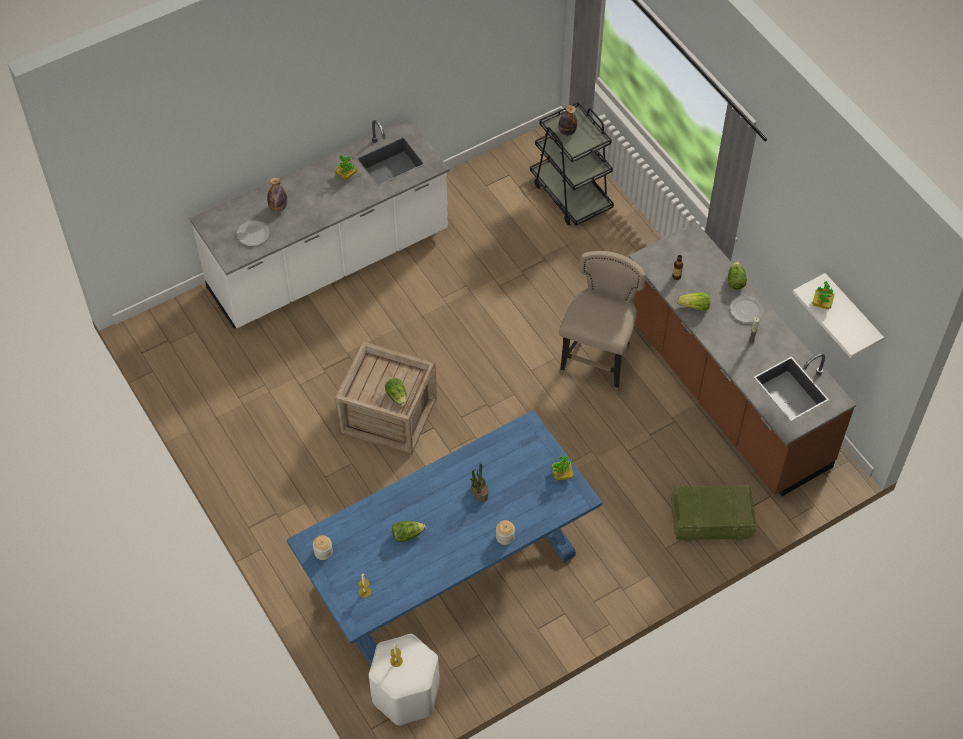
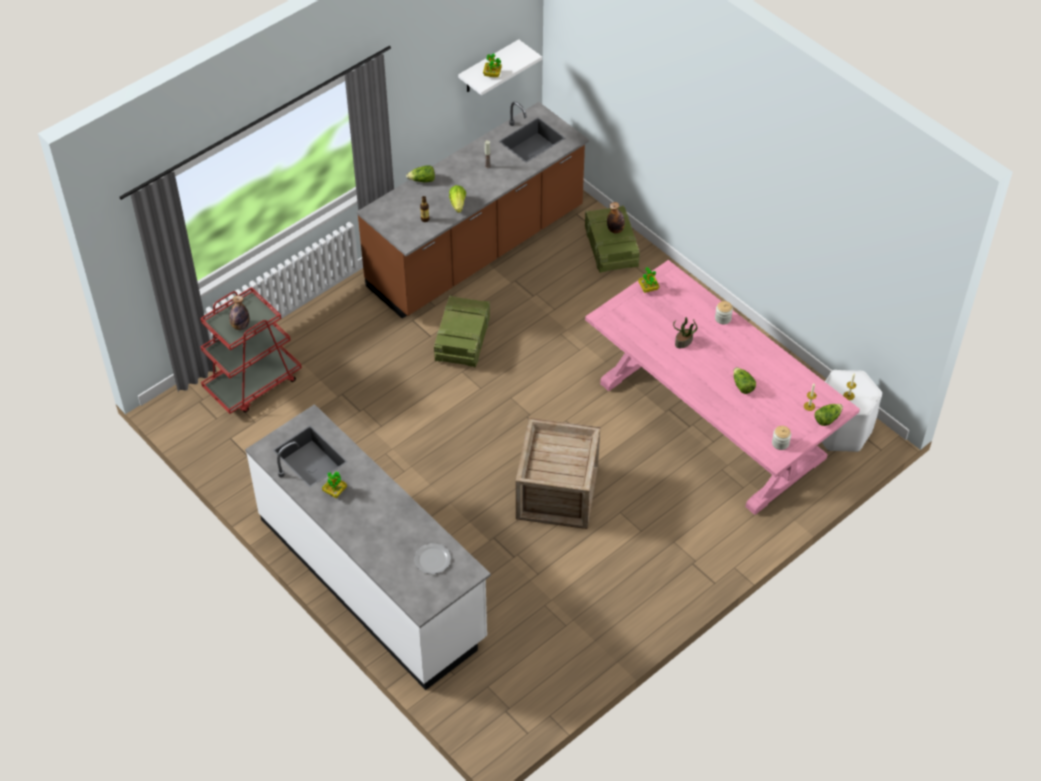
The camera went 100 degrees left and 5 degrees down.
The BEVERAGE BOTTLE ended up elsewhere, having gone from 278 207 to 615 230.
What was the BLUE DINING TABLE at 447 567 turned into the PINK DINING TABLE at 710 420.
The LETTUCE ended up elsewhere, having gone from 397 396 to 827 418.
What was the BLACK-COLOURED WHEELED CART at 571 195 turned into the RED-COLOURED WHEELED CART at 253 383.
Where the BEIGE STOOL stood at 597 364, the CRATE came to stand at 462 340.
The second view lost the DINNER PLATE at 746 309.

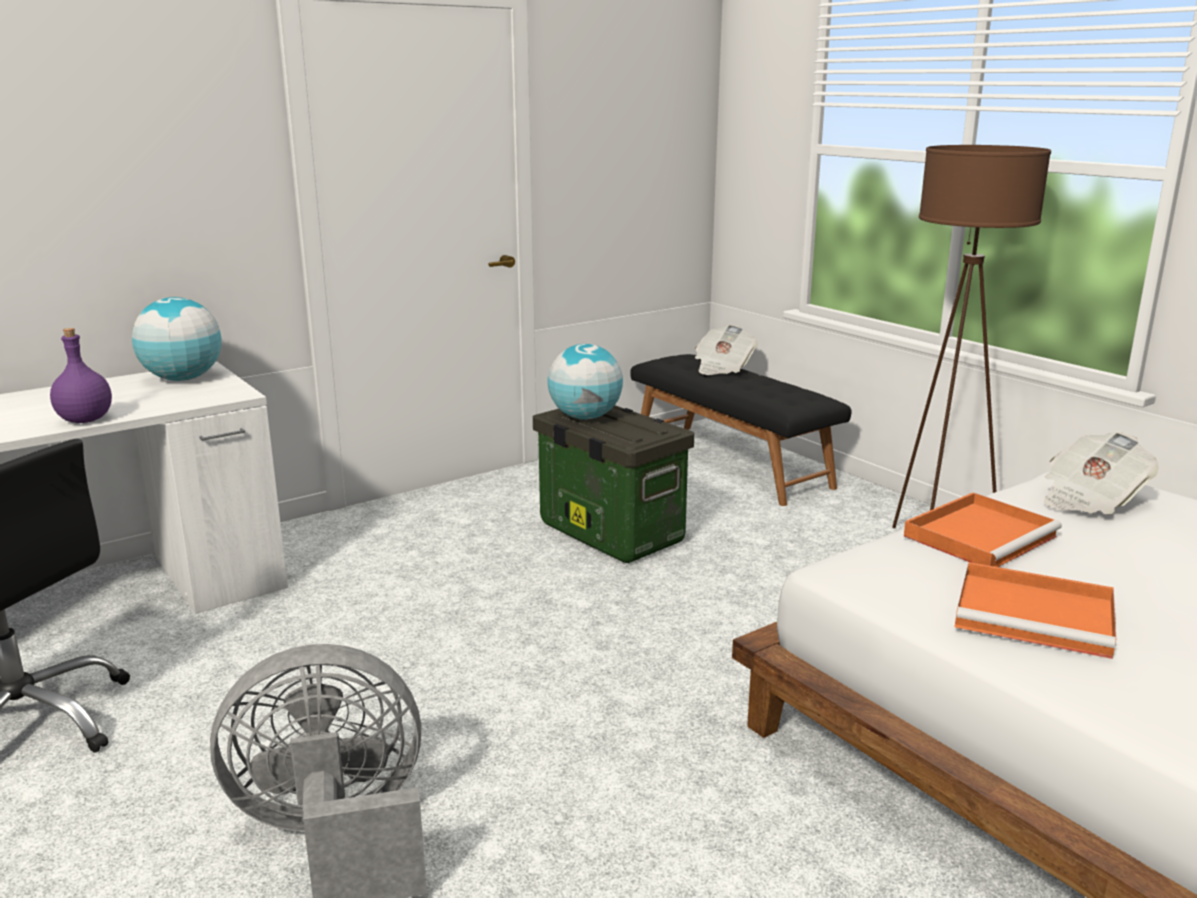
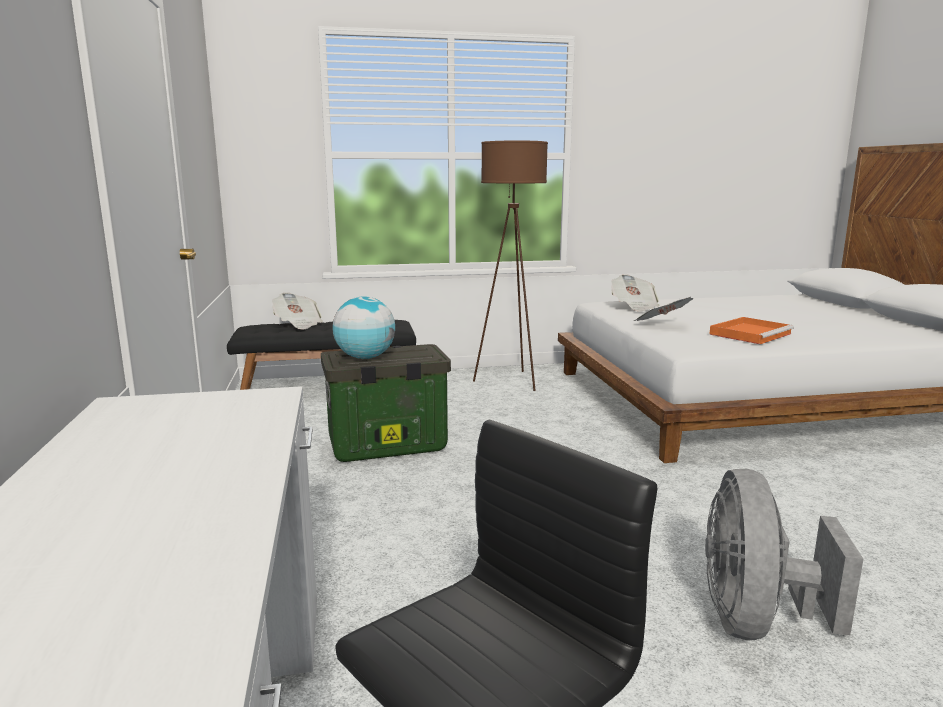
The camera went 65 degrees left and 5 degrees down.
The second view lost the PURPLE BEVERAGE BOTTLE at 84 420.
The second view lost the WORLD GLOBE at 183 379.
Where the ORANGE TRAY stood at 981 535, the NEWSPAPER came to stand at 661 325.

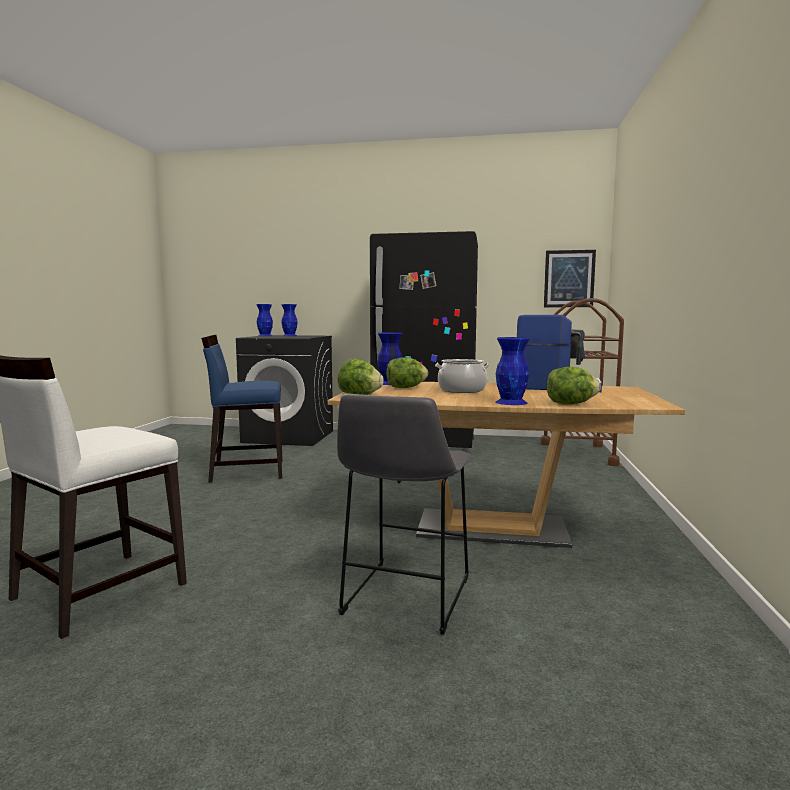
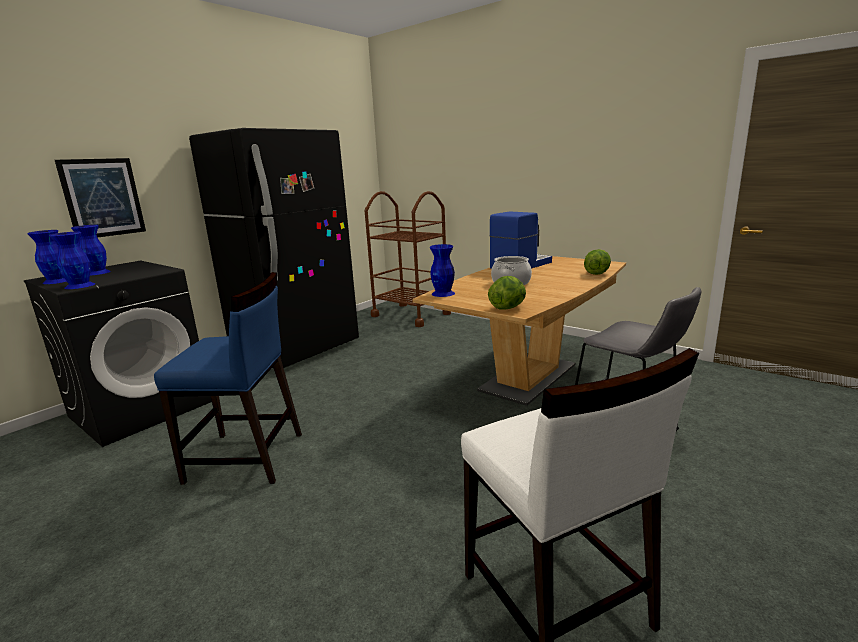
The camera went 60 degrees left and 10 degrees up.
The BLUE UPRIGHT CHAIR at 246 471 ended up facing another way, 105 degrees counterclockwise from before.
The second view lost the LETTUCE at 405 388.
The BLUE DECORATIVE VASE ended up elsewhere, having gone from 512 402 to 80 285.
The WALL PICTURE ended up elsewhere, having gone from 569 279 to 102 198.

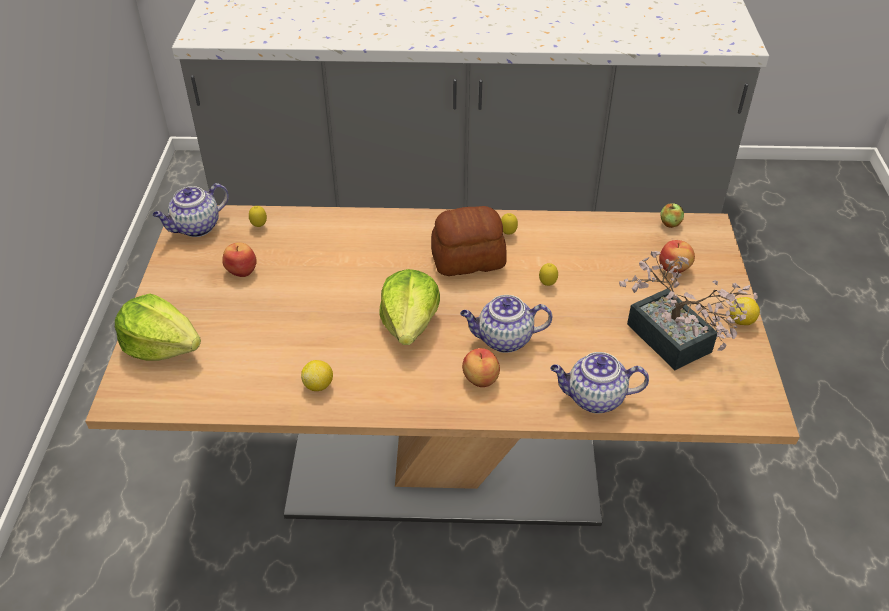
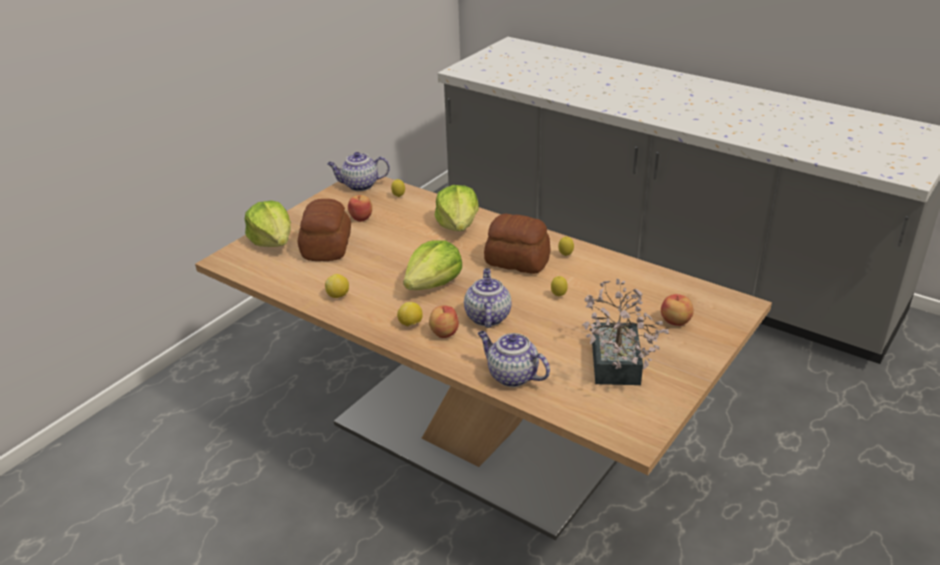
The camera went 35 degrees right and 10 degrees down.
The TEA POT at 503 340 ended up facing another way, 60 degrees clockwise from before.
The second view lost the APPLE at 670 223.
The CITRUS FRUIT ended up elsewhere, having gone from 741 321 to 410 324.
The second view gained the BAKERY BREAD at 327 246.
The second view gained the LETTUCE at 458 225.

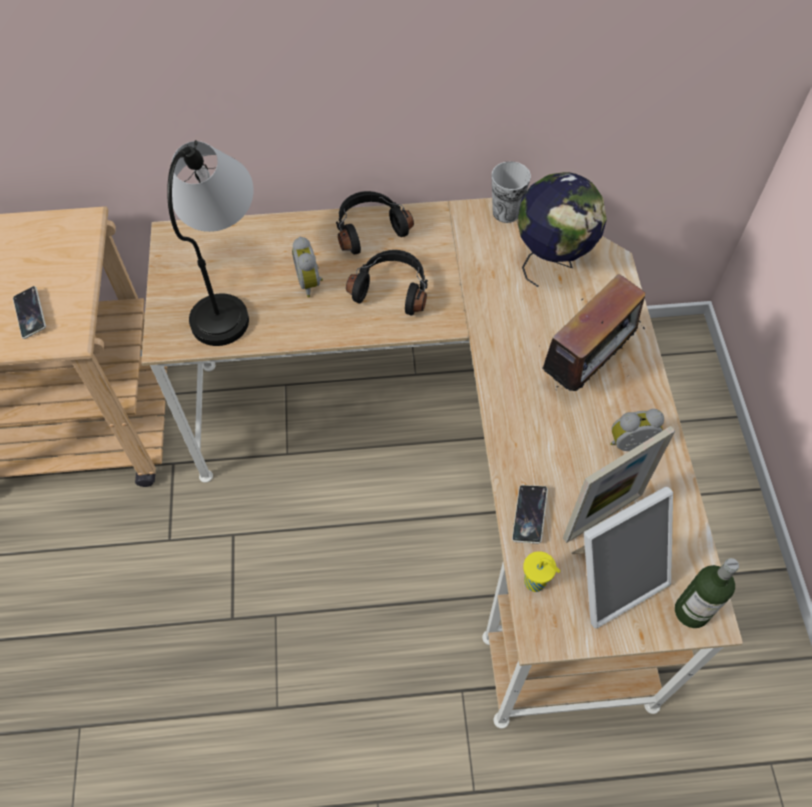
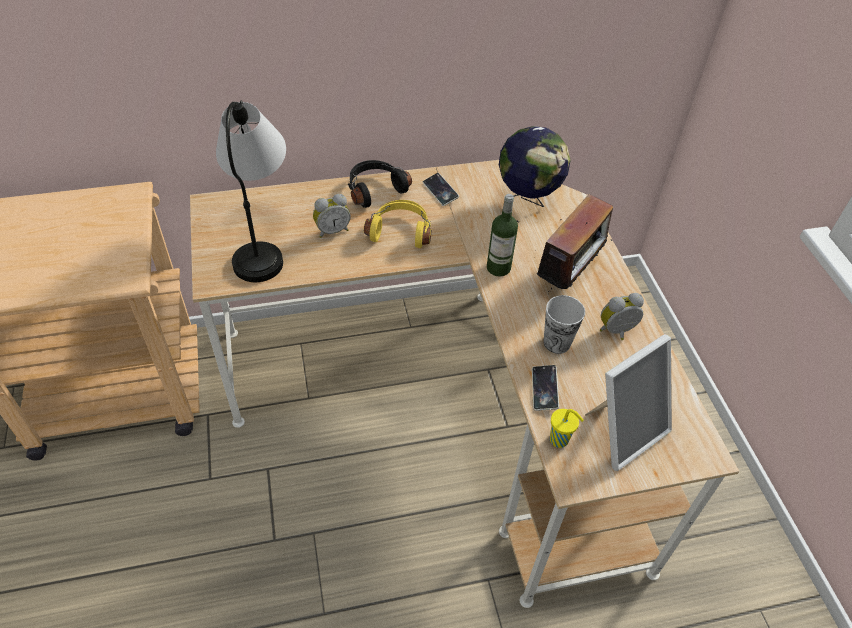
The camera went 10 degrees left and 10 degrees down.
The PHONE ended up elsewhere, having gone from 30 314 to 440 191.
The BEDSIDE CLOCK at 311 282 ended up facing another way, 90 degrees counterclockwise from before.
What was the BLACK-COLOURED HEADPHONES at 392 289 turned into the YELLOW HEADPHONES at 400 231.
The CUP ended up elsewhere, having gone from 506 212 to 557 343.
The second view lost the PICTURE FRAME at 602 516.
The BEVERAGE BOTTLE ended up elsewhere, having gone from 691 611 to 498 268.

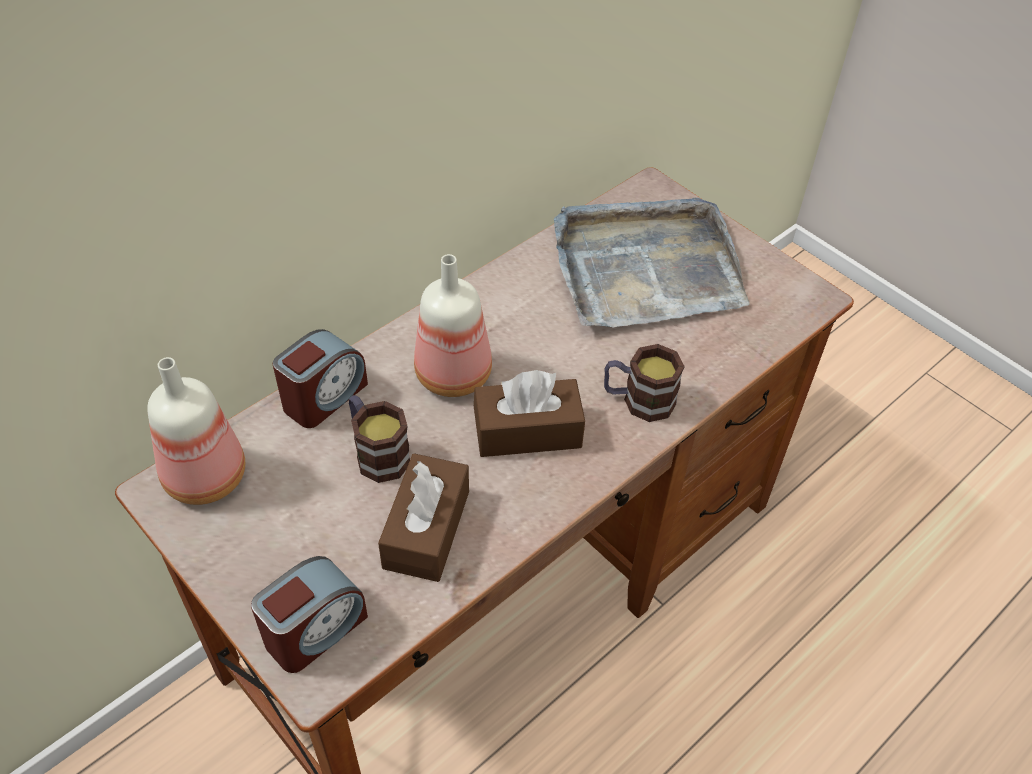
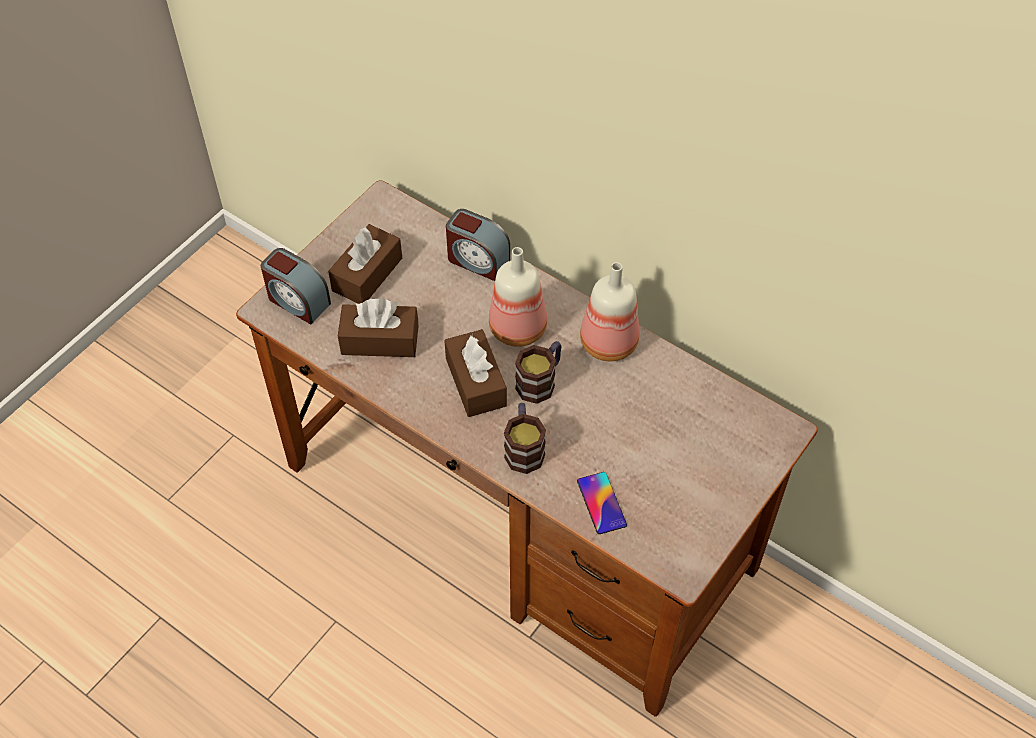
The camera went 80 degrees right and 5 degrees up.
The BEVERAGE BOTTLE ended up elsewhere, having gone from 207 479 to 607 344.
The COFFEE MUG ended up elsewhere, having gone from 377 452 to 540 381.
The second view lost the GRAY TRAY at 645 268.
The second view gained the BROWN-COLOURED TISSUE BOX at 367 274.
The second view gained the PHONE at 601 503.

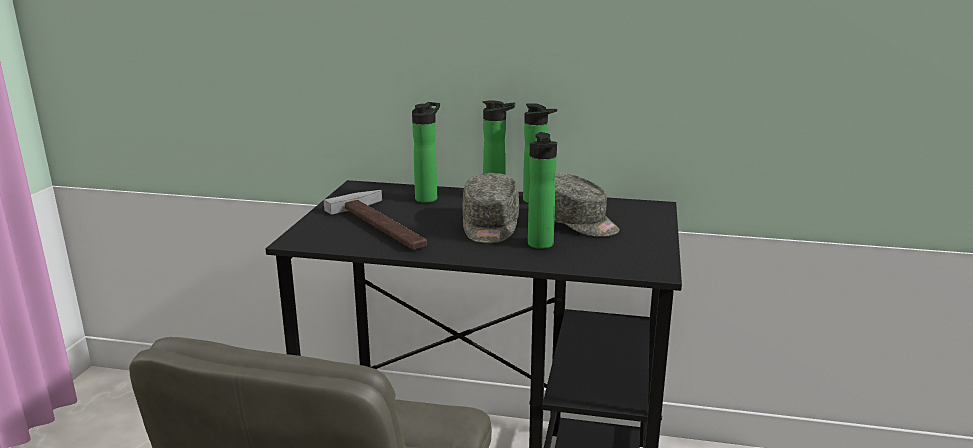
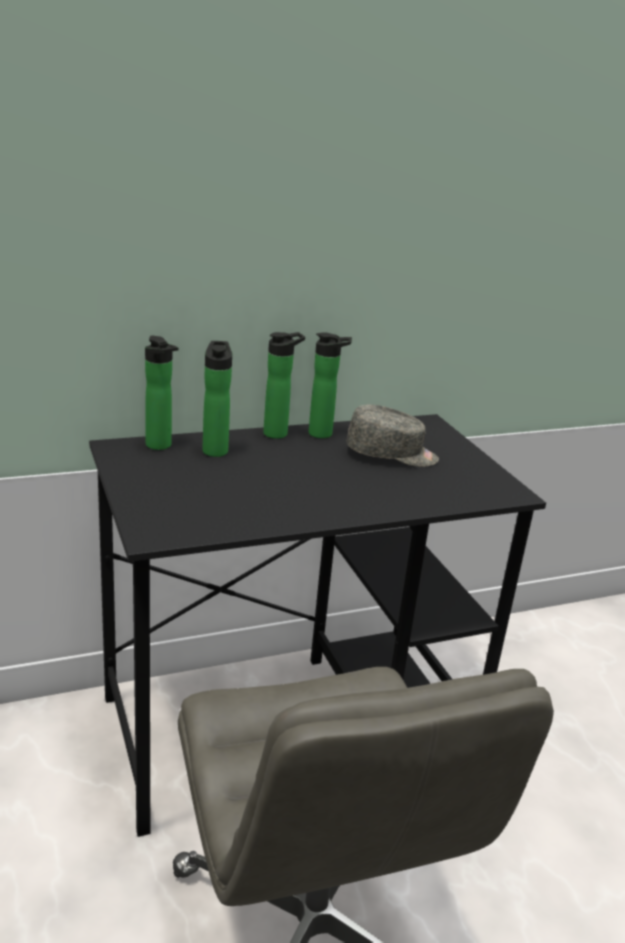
The camera went 35 degrees left and 5 degrees up.
The second view lost the HAND HAMMER at 386 225.
The second view lost the GRAY BASEBALL CAP at 490 226.
The BEVERAGE BOTTLE ended up elsewhere, having gone from 541 245 to 160 446.

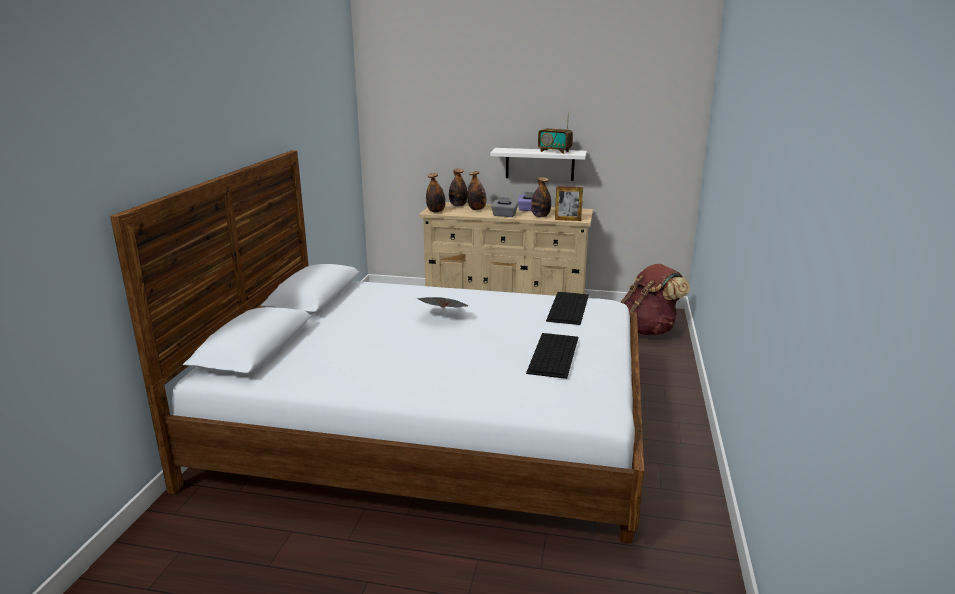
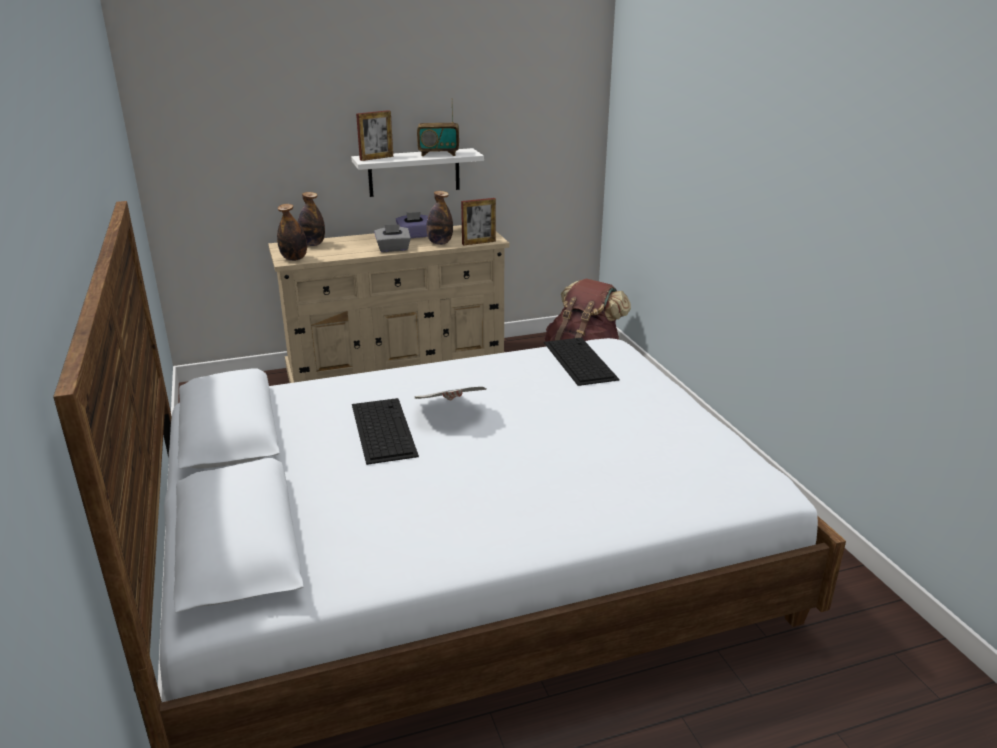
The camera went 30 degrees left and 5 degrees up.
The second view lost the BEVERAGE BOTTLE at 477 209.
The PC KEYBOARD ended up elsewhere, having gone from 553 354 to 382 429.
The second view gained the PICTURE FRAME at 376 158.

